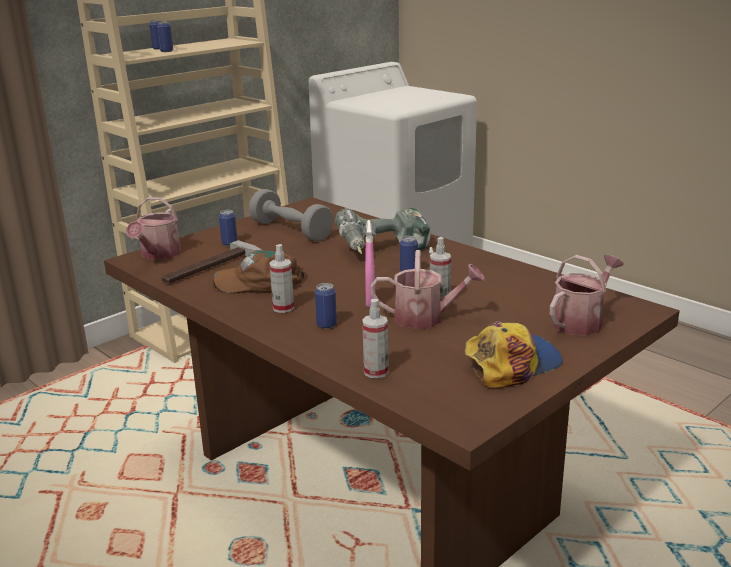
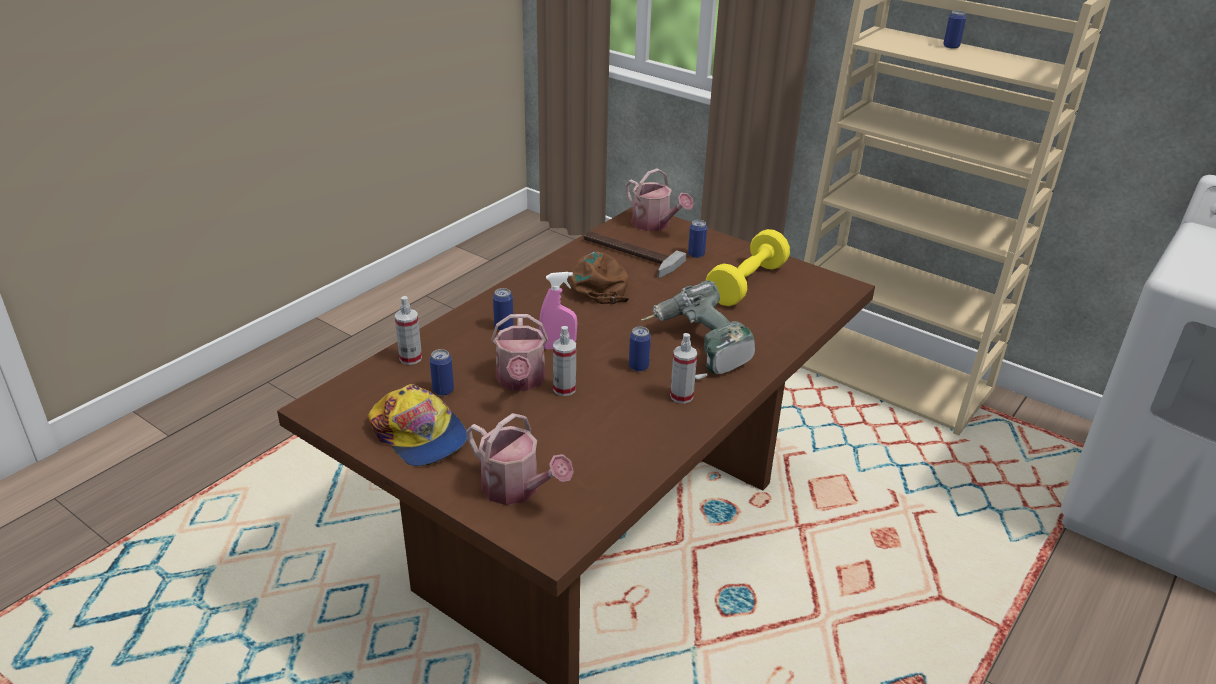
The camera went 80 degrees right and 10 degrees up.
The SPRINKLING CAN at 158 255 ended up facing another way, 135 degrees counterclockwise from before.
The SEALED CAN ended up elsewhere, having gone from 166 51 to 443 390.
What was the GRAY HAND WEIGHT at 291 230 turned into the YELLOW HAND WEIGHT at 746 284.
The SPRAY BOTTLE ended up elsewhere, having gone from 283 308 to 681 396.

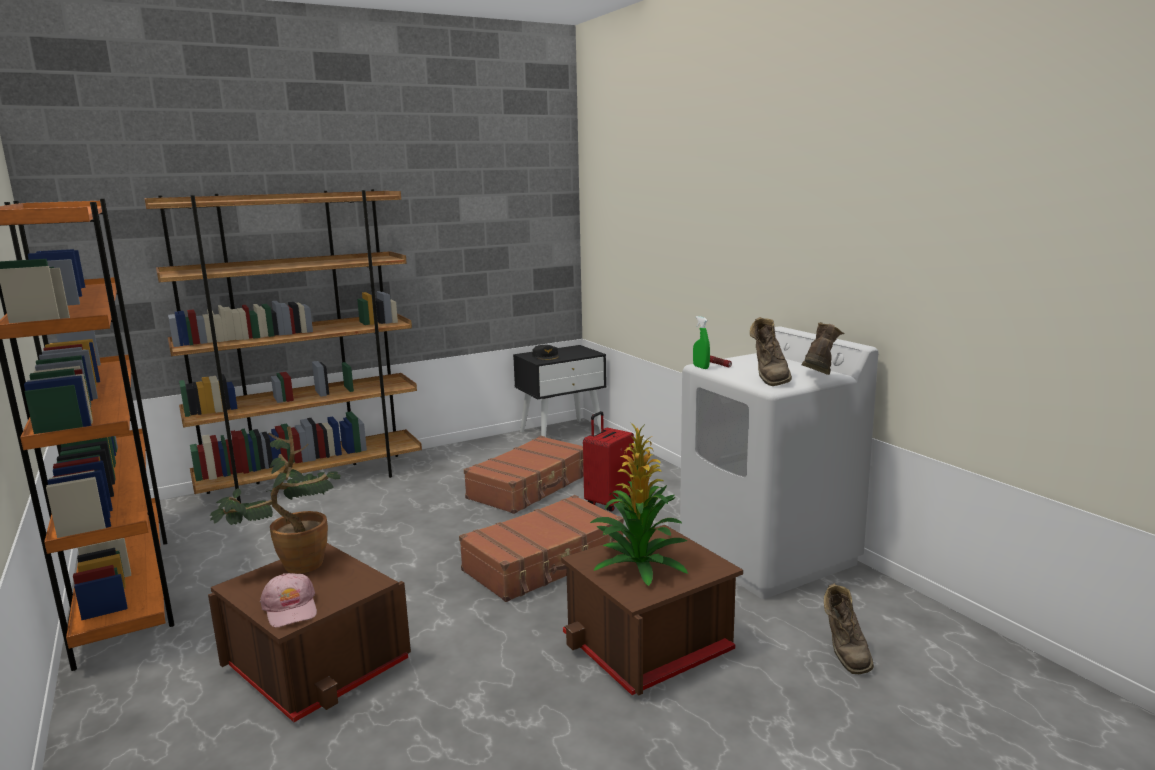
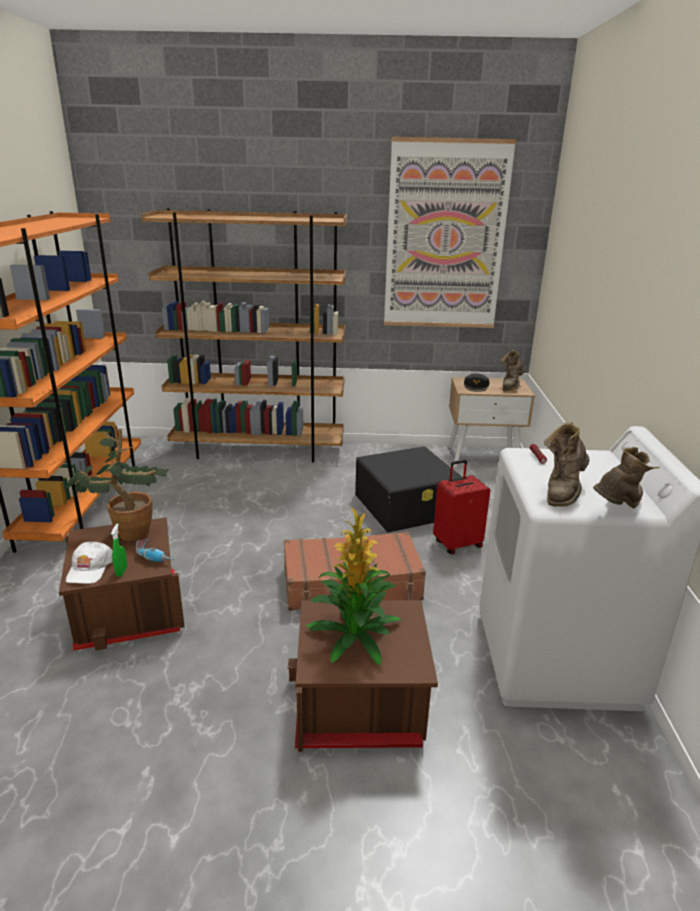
The camera went 30 degrees right and 10 degrees up.
What was the PINK BASEBALL CAP at 290 608 turned into the WHITE-COLOURED BASEBALL CAP at 90 568.
Where the BROWN-COLOURED SUITCASE stood at 530 486, the BLACK-COLOURED STORAGE BOX came to stand at 407 505.
What was the BLACK-COLOURED NIGHTSTAND at 562 432 turned into the BEIGE NIGHTSTAND at 483 457.
The GREENISH SPRAY BOTTLE ended up elsewhere, having gone from 701 367 to 121 571.
The BROWN-COLOURED BOOT ended up elsewhere, having gone from 845 652 to 511 386.
The second view gained the DRILL at 155 556.
The second view gained the WALL PICTURE at 445 237.

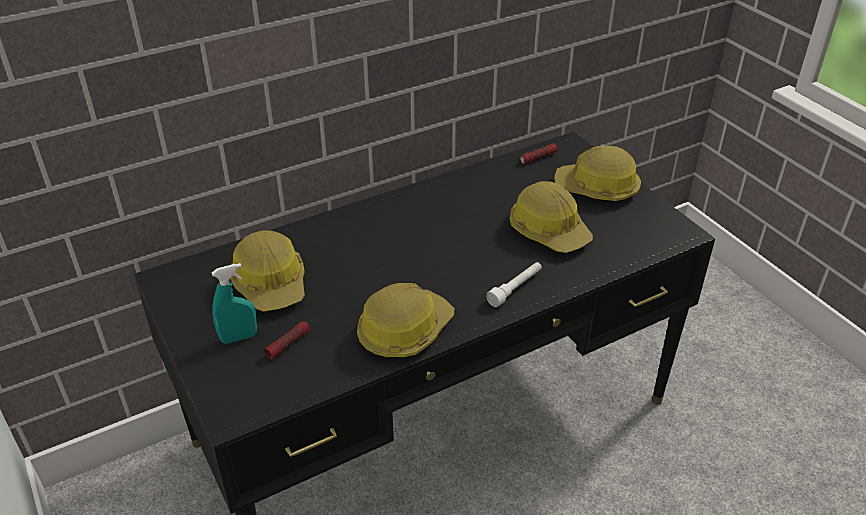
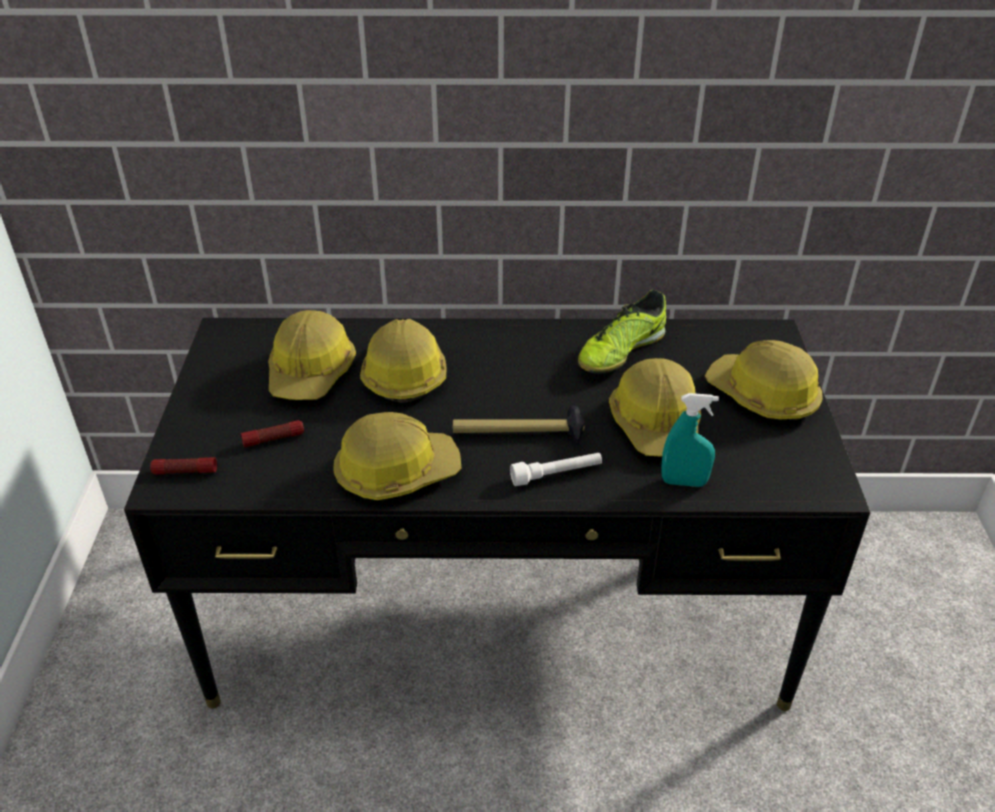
The camera went 30 degrees right and 0 degrees up.
The TURQUOISE-COLOURED SPRAY BOTTLE ended up elsewhere, having gone from 239 337 to 684 482.
The HAND TORCH ended up elsewhere, having gone from 538 158 to 185 472.
The second view gained the WORK HELMET at 404 373.
The second view gained the HAND HAMMER at 518 433.
The second view gained the SHOE at 620 351.

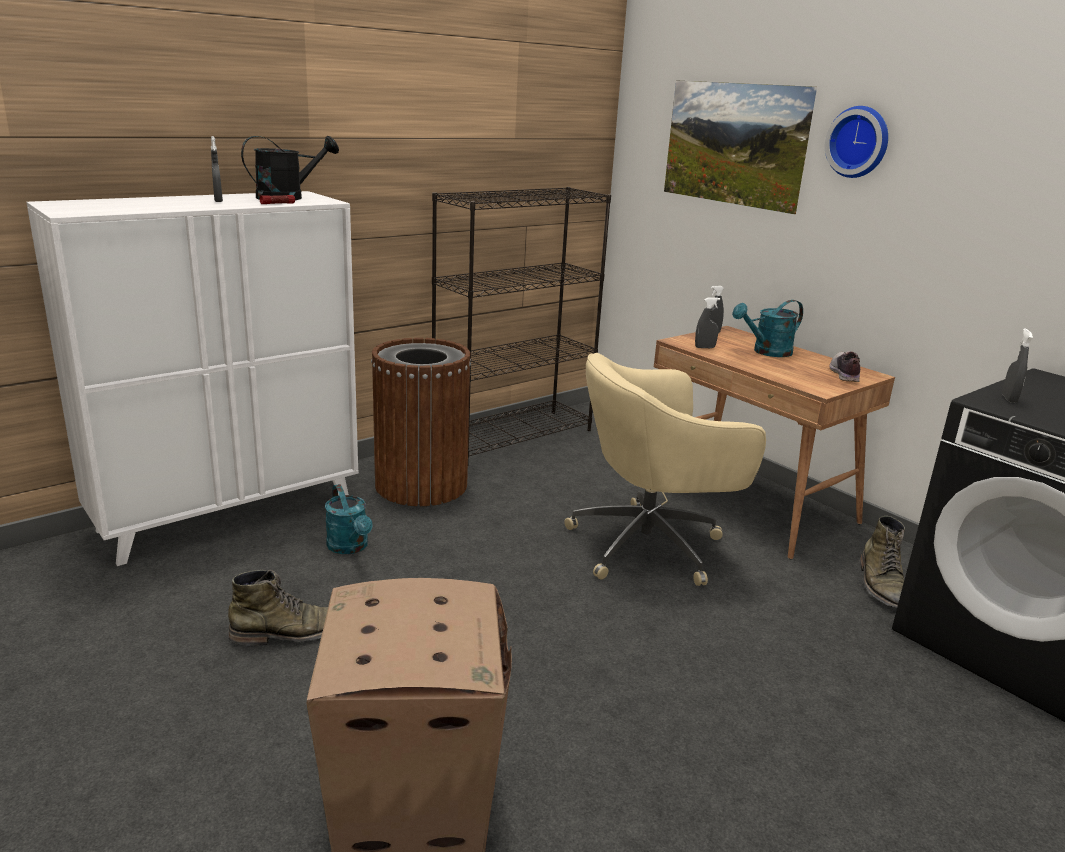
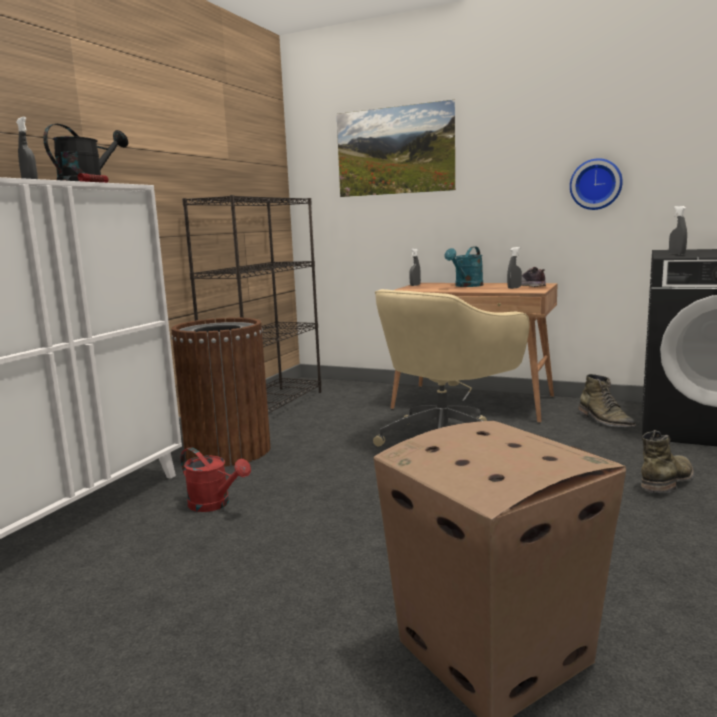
The camera went 25 degrees left and 10 degrees down.
The GREENISH BOOT ended up elsewhere, having gone from 290 633 to 667 481.
What was the TURQUOISE-COLOURED SPRINKLING CAN at 350 547 turned into the RED-COLOURED SPRINKLING CAN at 215 504.
The GRAY SPRAY BOTTLE ended up elsewhere, having gone from 705 347 to 514 288.
The CLOCK ON THE WALL ended up elsewhere, having gone from 859 142 to 596 184.

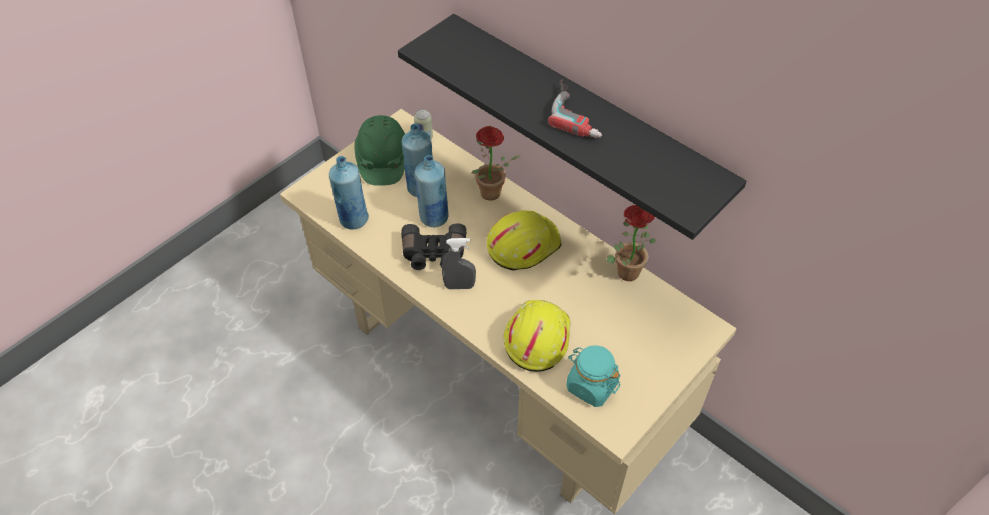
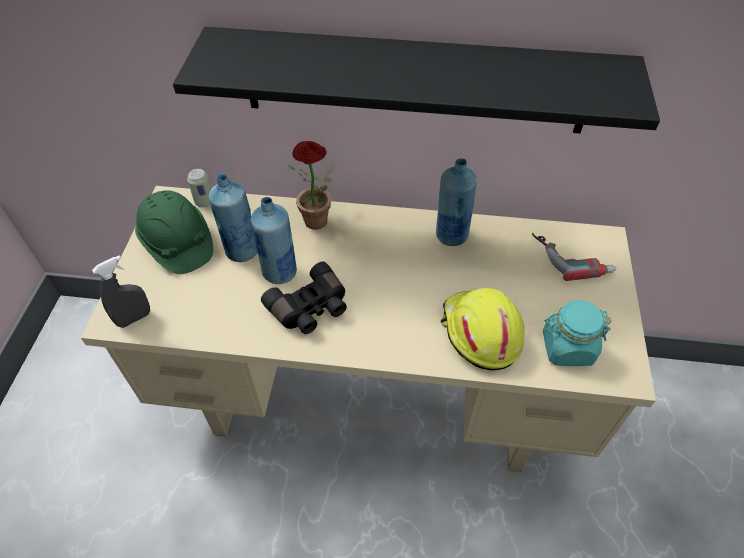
The camera went 35 degrees left and 0 degrees up.
The BLUE BEVERAGE BOTTLE ended up elsewhere, having gone from 353 219 to 451 235.
The GRAY SPRAY BOTTLE ended up elsewhere, having gone from 459 286 to 134 318.
The second view lost the YELLOW WORK HELMET at 522 244.
The DRILL ended up elsewhere, having gone from 579 113 to 572 256.
The second view lost the HOUSEPLANT at 626 268.

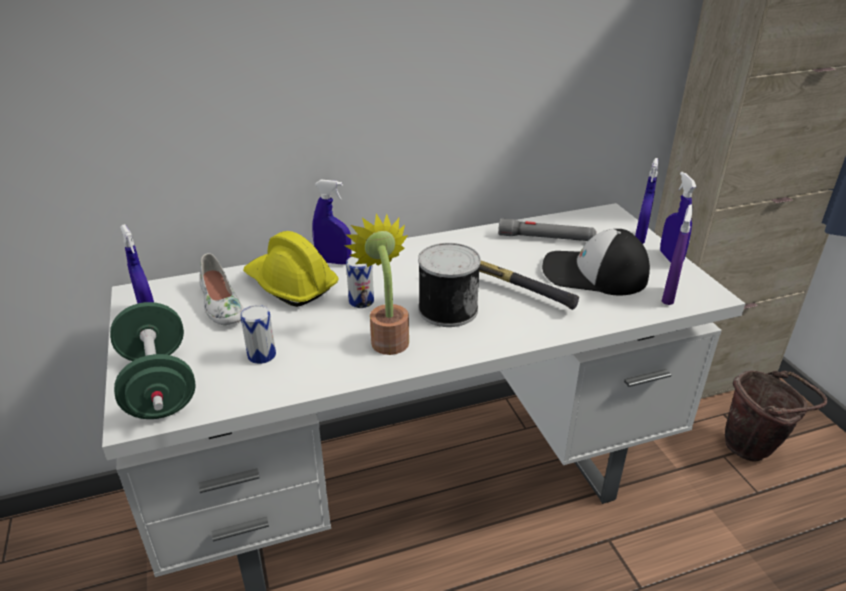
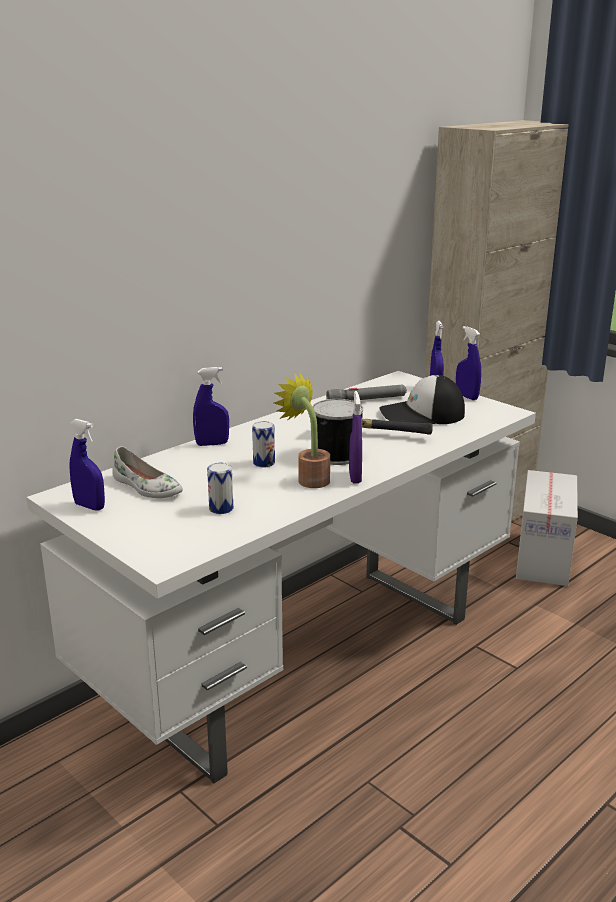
The camera went 25 degrees left and 10 degrees down.
The second view lost the GREENISH HAND WEIGHT at 159 385.
The second view lost the YELLOW WORK HELMET at 290 285.
The PURPLE SPRAY BOTTLE ended up elsewhere, having gone from 668 296 to 355 477.
Where the BROWN-COLOURED BUCKET stood at 754 448, the CARDBOARD BOX came to stand at 543 558.

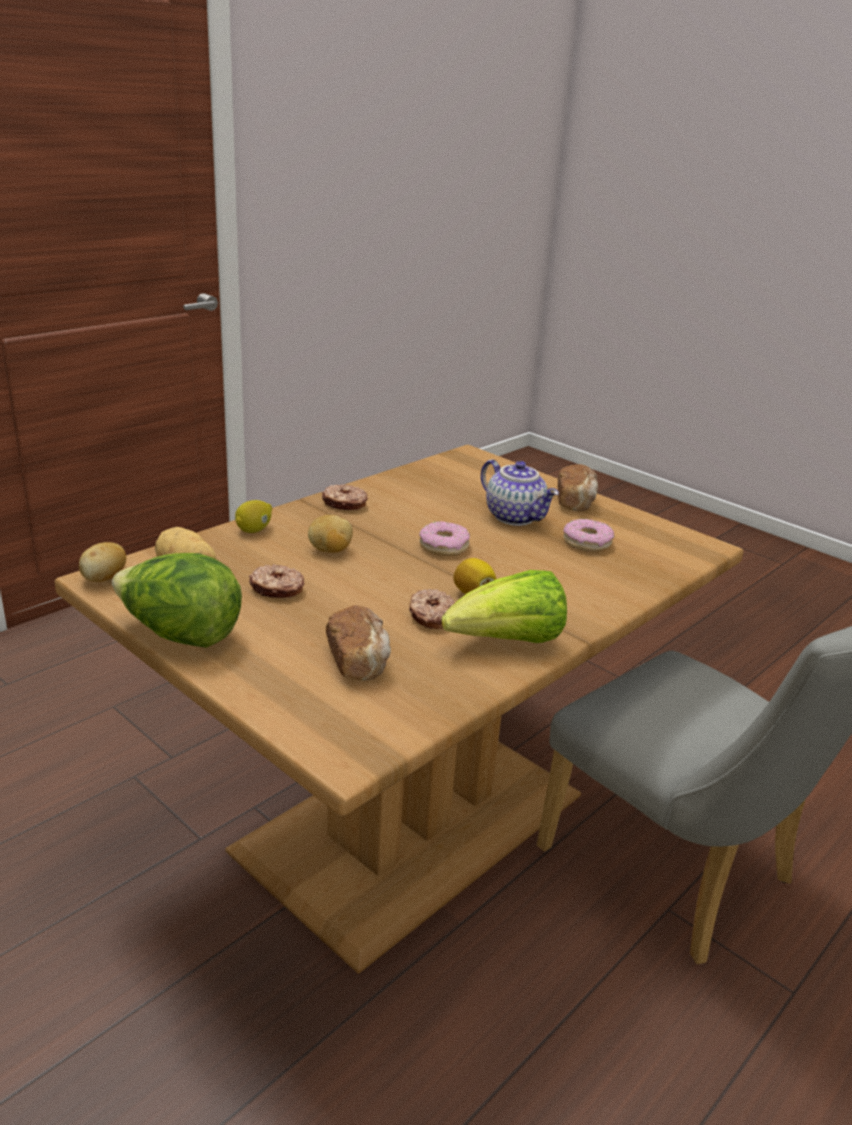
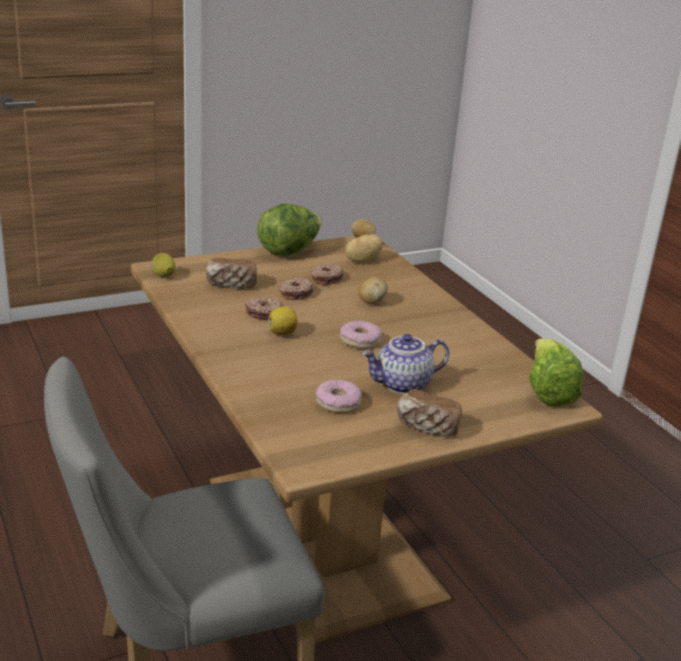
The camera went 110 degrees right and 0 degrees up.
The CITRUS FRUIT ended up elsewhere, having gone from 254 530 to 163 275.
The RING DOUGHNUT ended up elsewhere, having gone from 344 504 to 295 293.
The LETTUCE ended up elsewhere, having gone from 507 643 to 548 391.

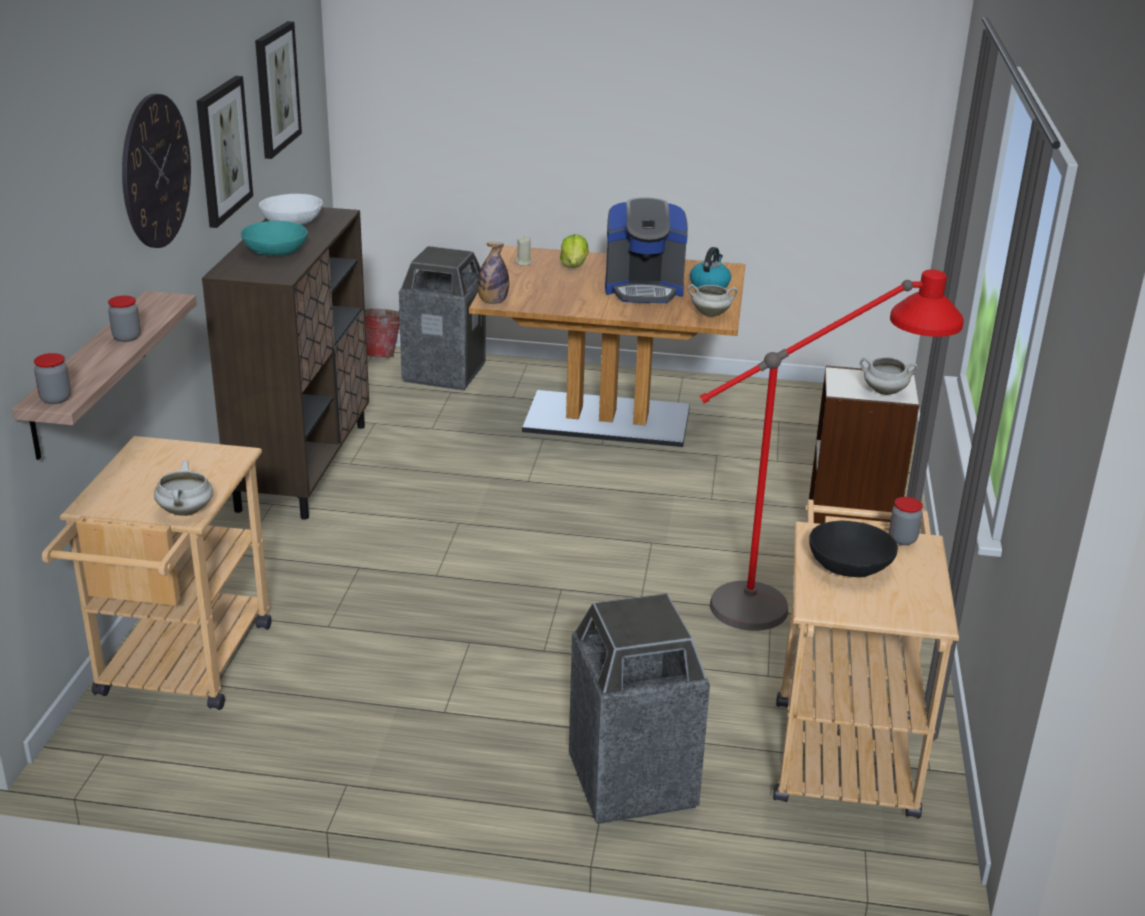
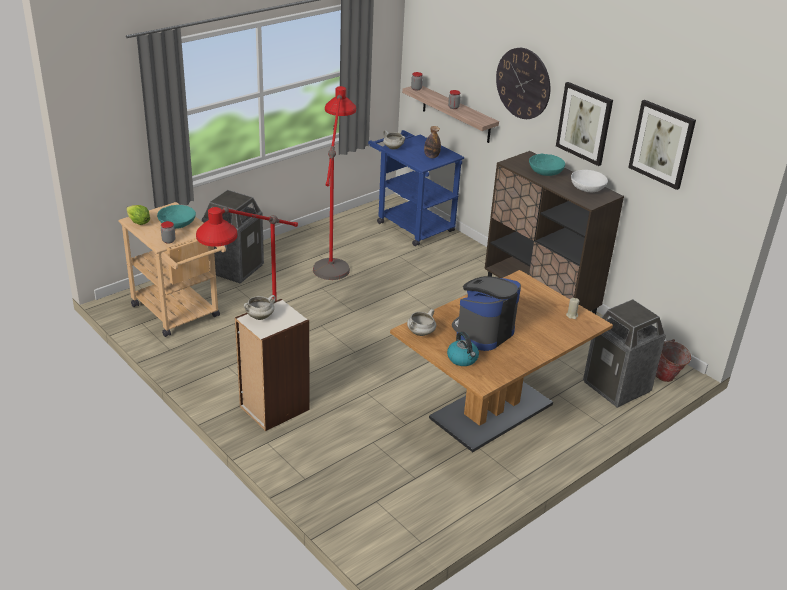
The camera went 130 degrees right and 5 degrees up.
What was the BEIGE WHEELED CART at 179 669 turned into the BLUE WHEELED CART at 410 224.
The BEVERAGE BOTTLE ended up elsewhere, having gone from 493 302 to 431 157.
The LETTUCE ended up elsewhere, having gone from 574 266 to 138 223.
What was the BLACK-COLOURED SERVING BOWL at 850 565 turned into the TURQUOISE-COLOURED SERVING BOWL at 177 224.
The second view gained the RED-COLOURED STANDING LAMP at 334 256.

